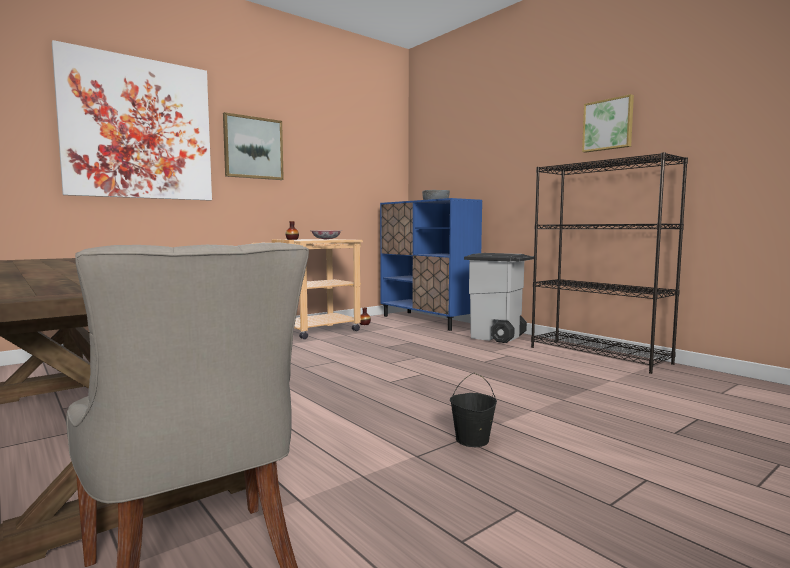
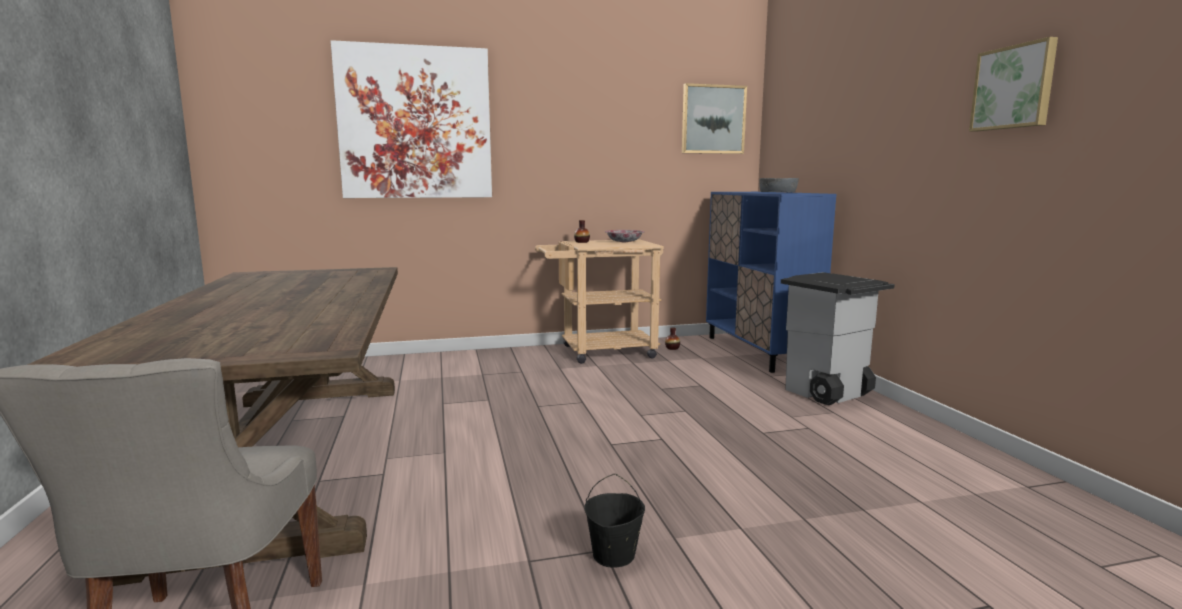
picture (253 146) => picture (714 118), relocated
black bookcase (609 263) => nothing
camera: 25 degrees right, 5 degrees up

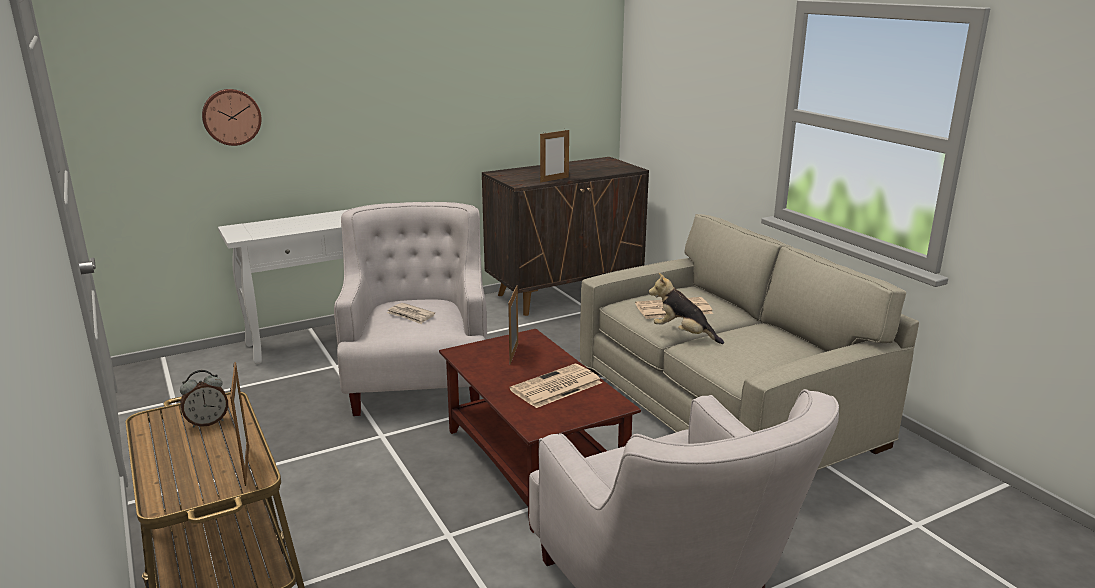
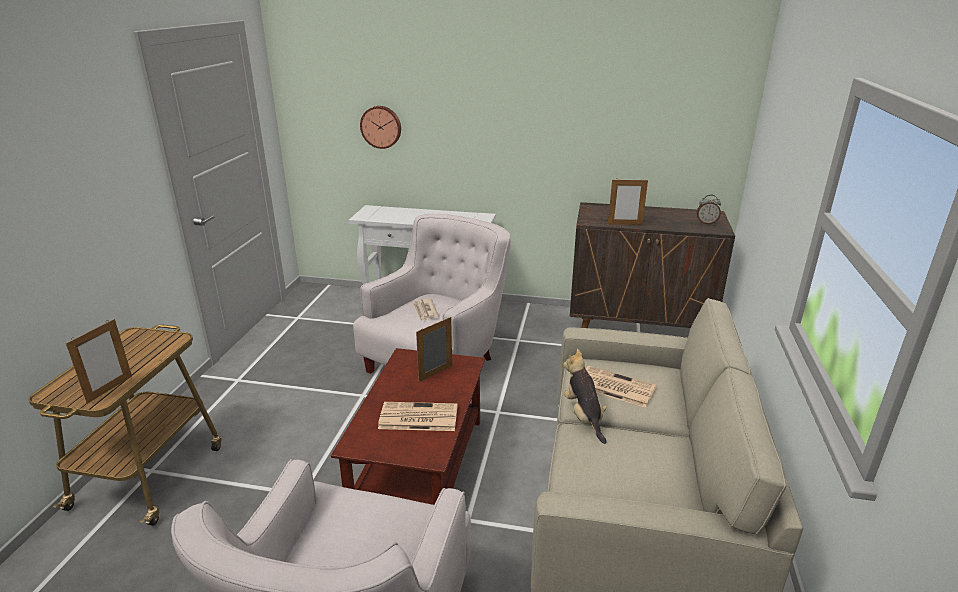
alarm clock (204 399) => alarm clock (709 209), relocated
camera: 40 degrees right, 5 degrees up

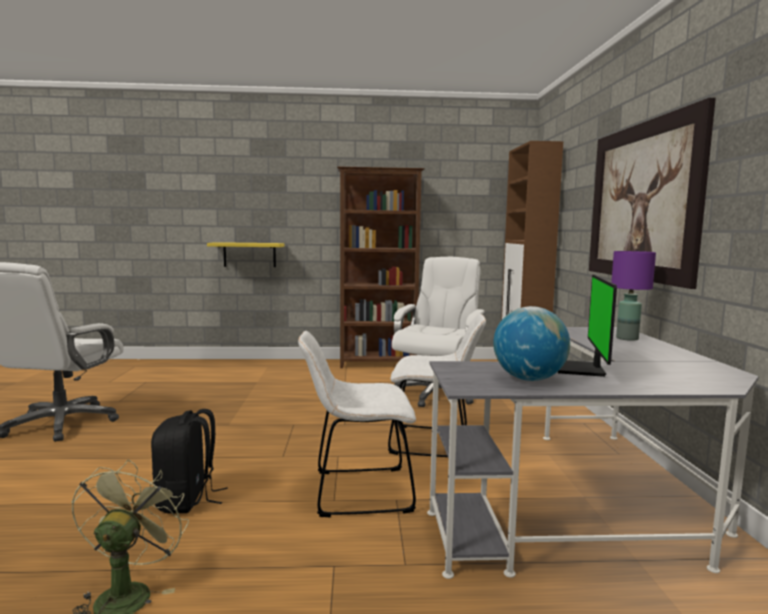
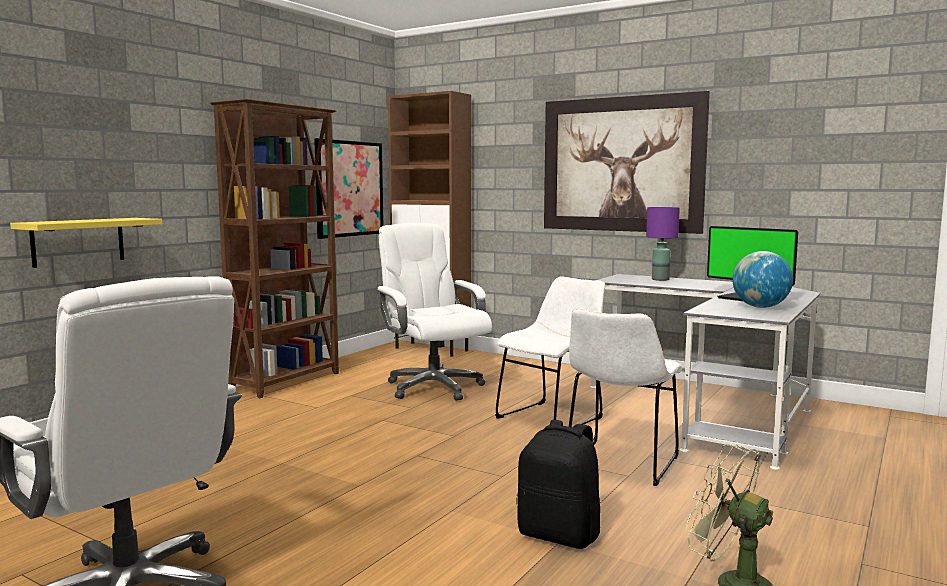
nothing => picture (348 188)
camera: 55 degrees left, 0 degrees up

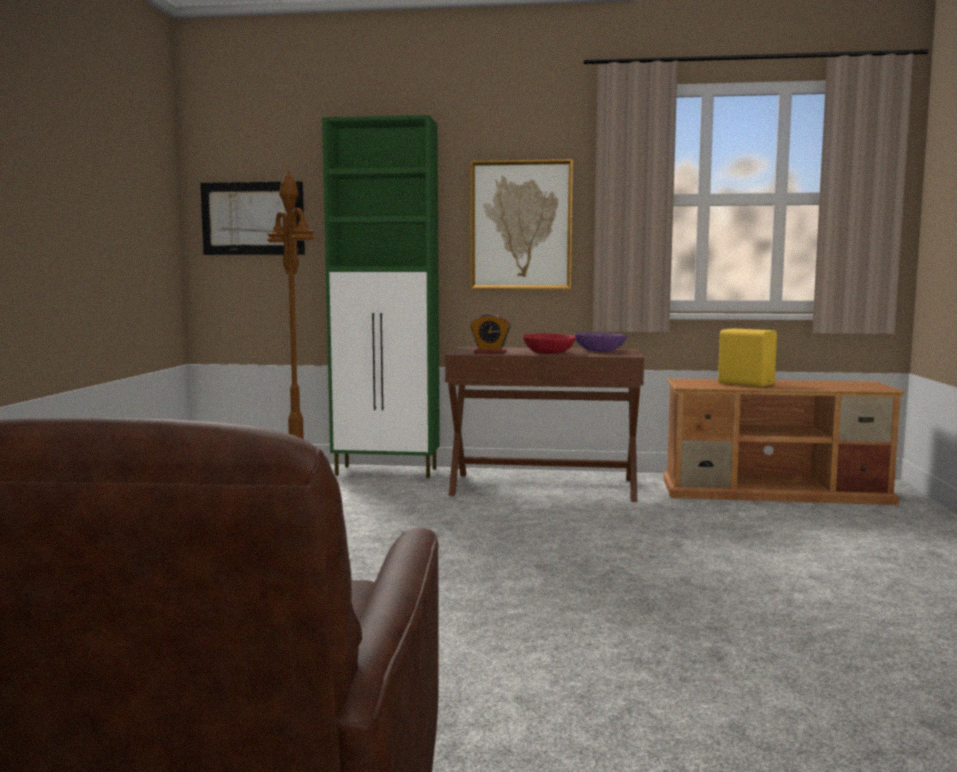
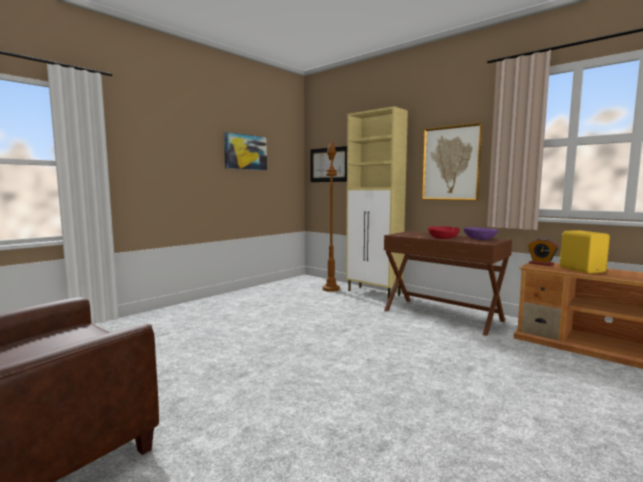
green cabinet (381 296) => beige cabinet (377 202)
alarm clock (490 334) => alarm clock (543 252), relocated
nothing => picture (245 151)
camera: 35 degrees right, 0 degrees up

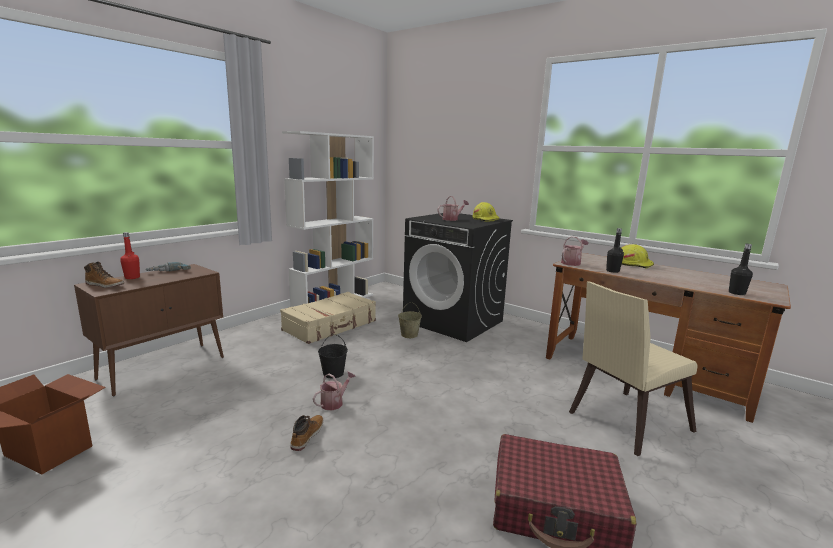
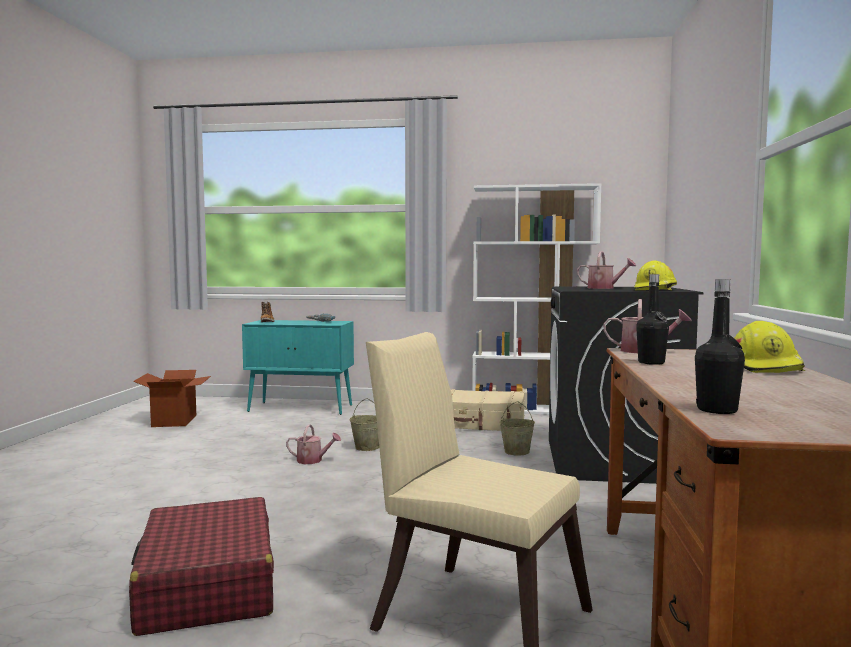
red bottle (130 255) => nothing
brown cabinet (149 330) => turquoise cabinet (298 367)
black bucket (333 356) => beige bucket (364 424)
boot (306 433) => nothing
camera: 60 degrees right, 10 degrees down

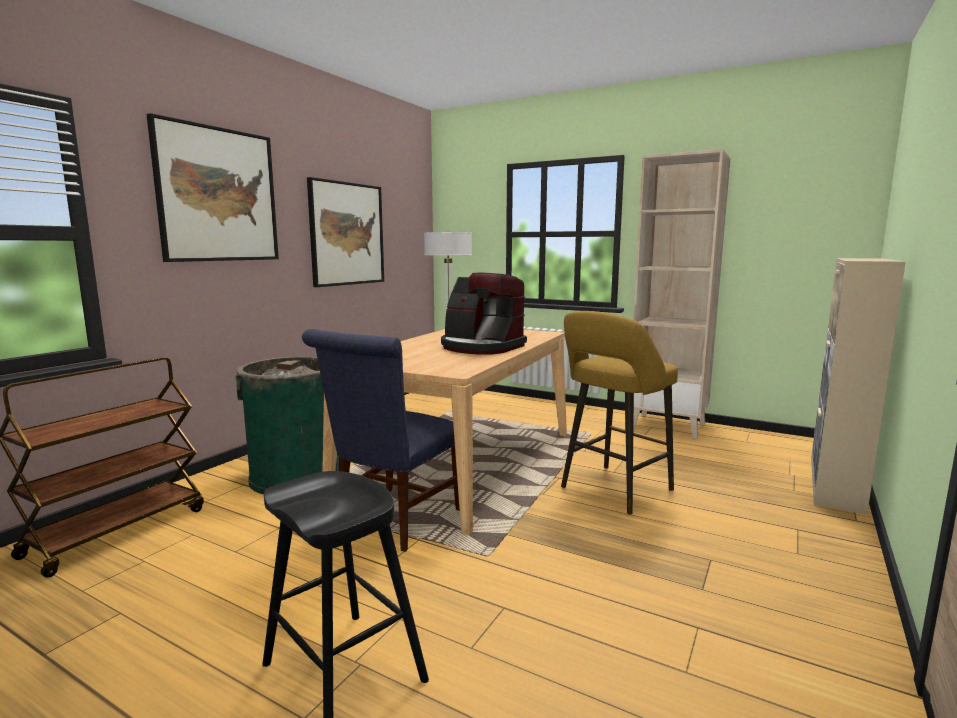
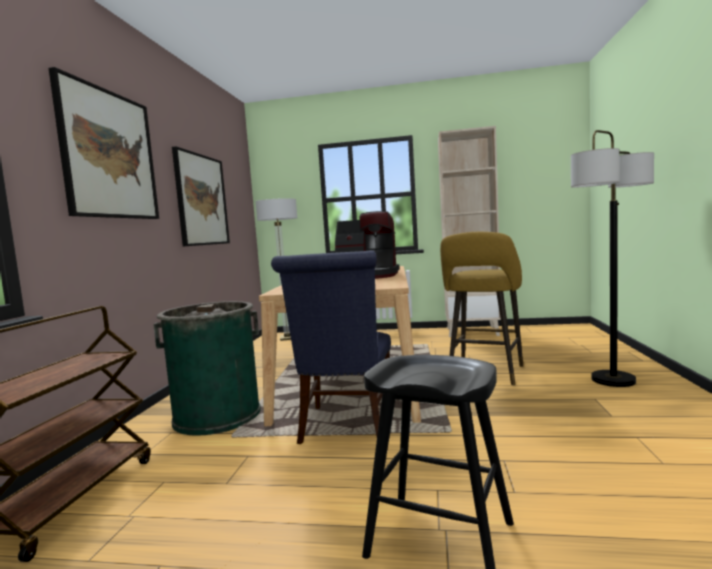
beige cabinet (858 386) => nothing
nothing => floor lamp (612 258)
camera: 20 degrees left, 5 degrees down

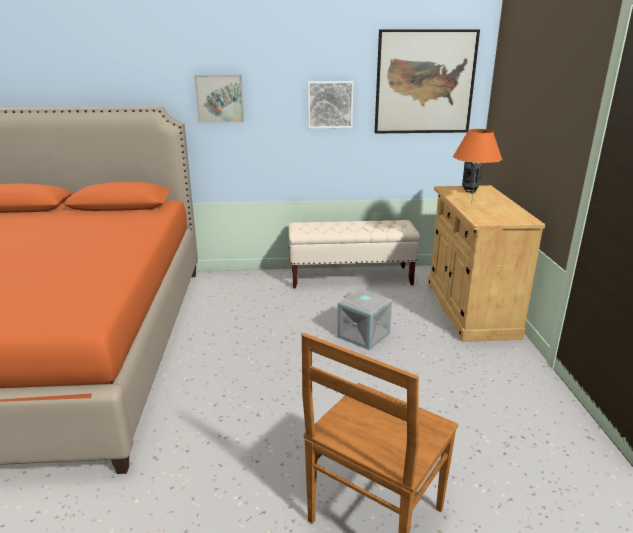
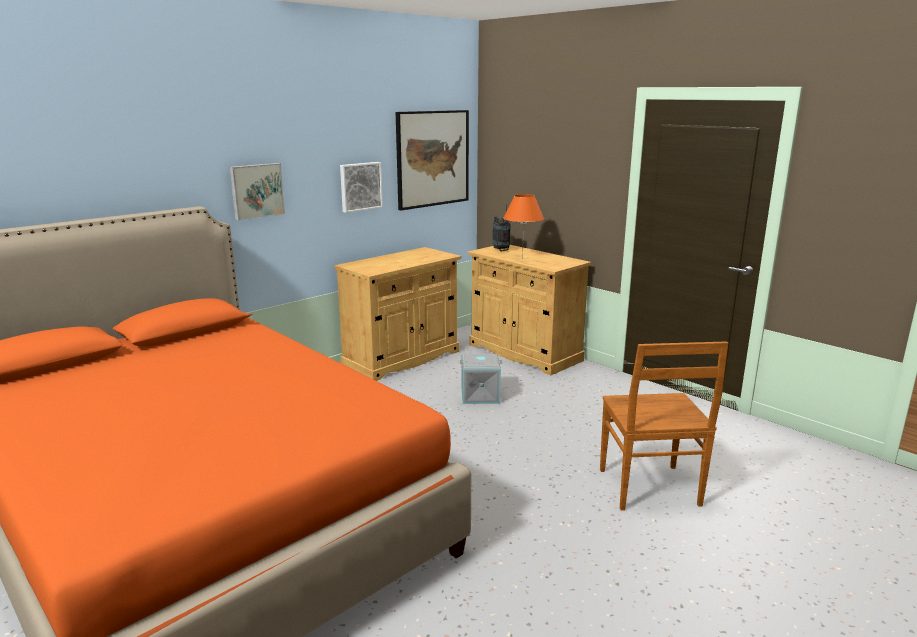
beige bench (354 254) => beige cabinet (397 314)
camera: 40 degrees left, 5 degrees down

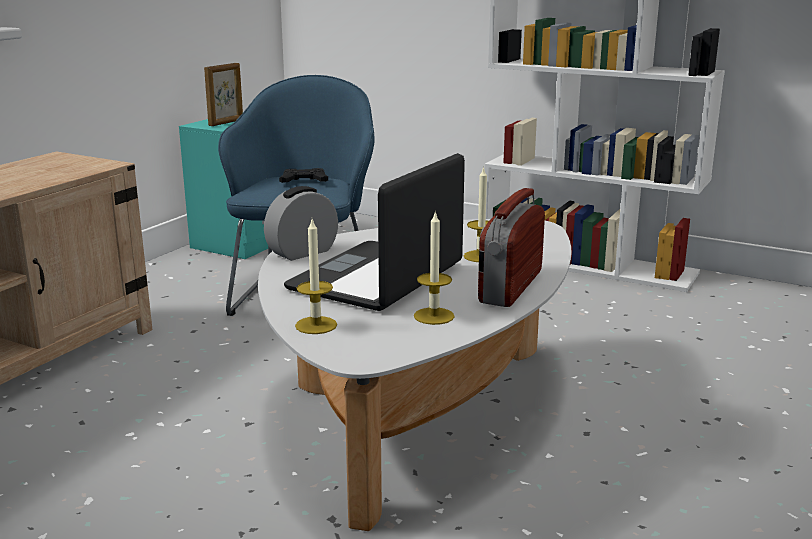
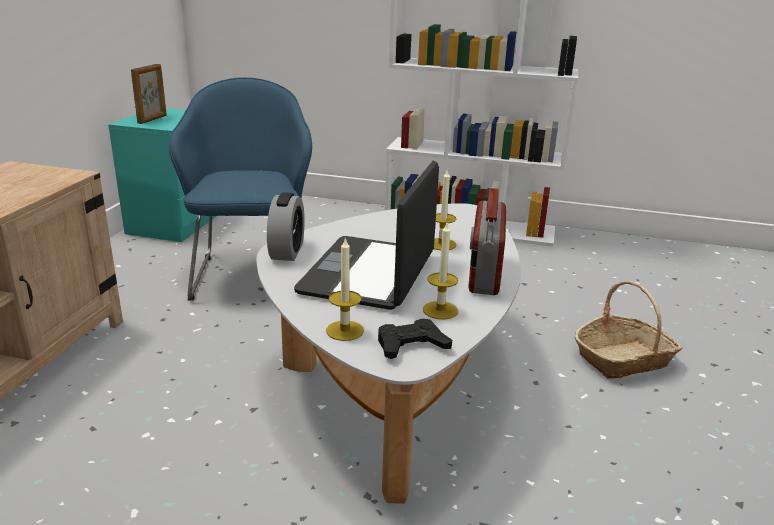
black game controller (303 175) => black game controller (415 339), relocated
alarm clock (301 223) => alarm clock (285 226), 150 degrees clockwise
nothing => basket (628 329)
camera: 15 degrees left, 5 degrees up

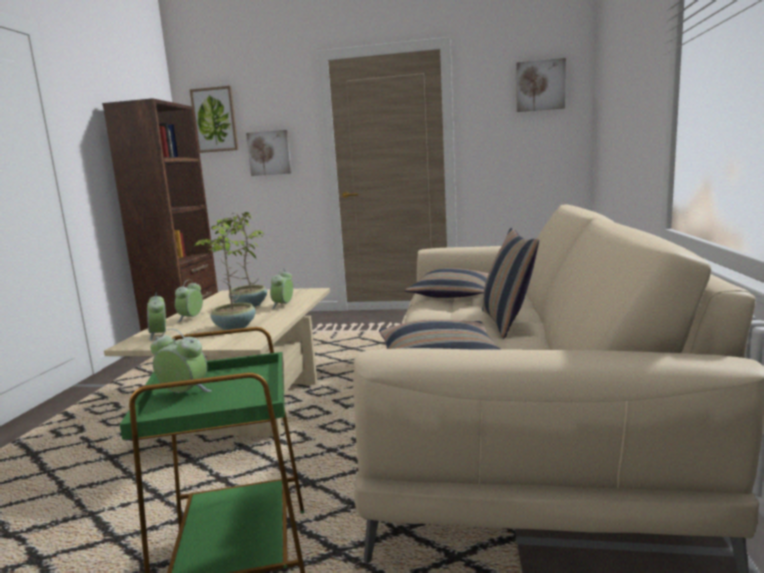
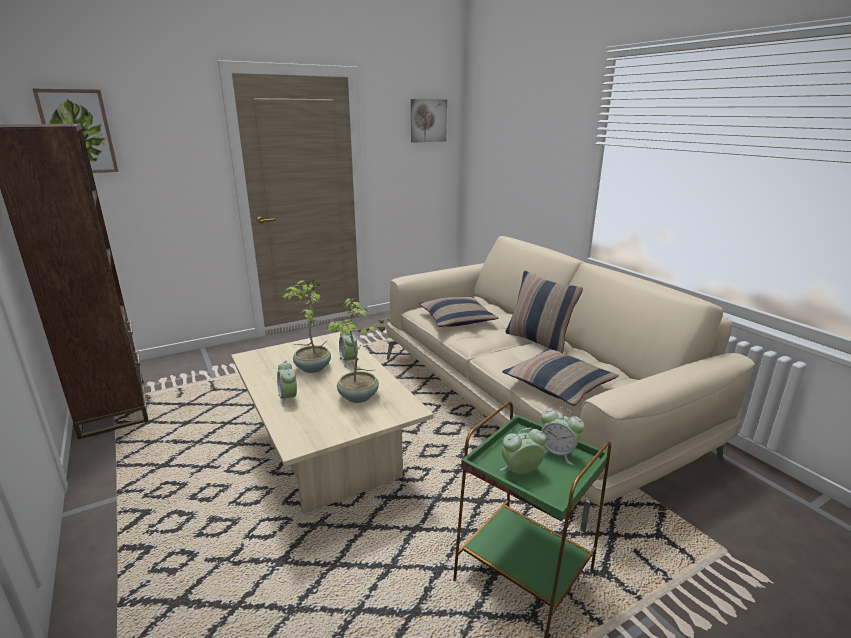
picture (269 153) => nothing
alarm clock (156 316) => alarm clock (562 436), relocated
camera: 40 degrees left, 10 degrees up

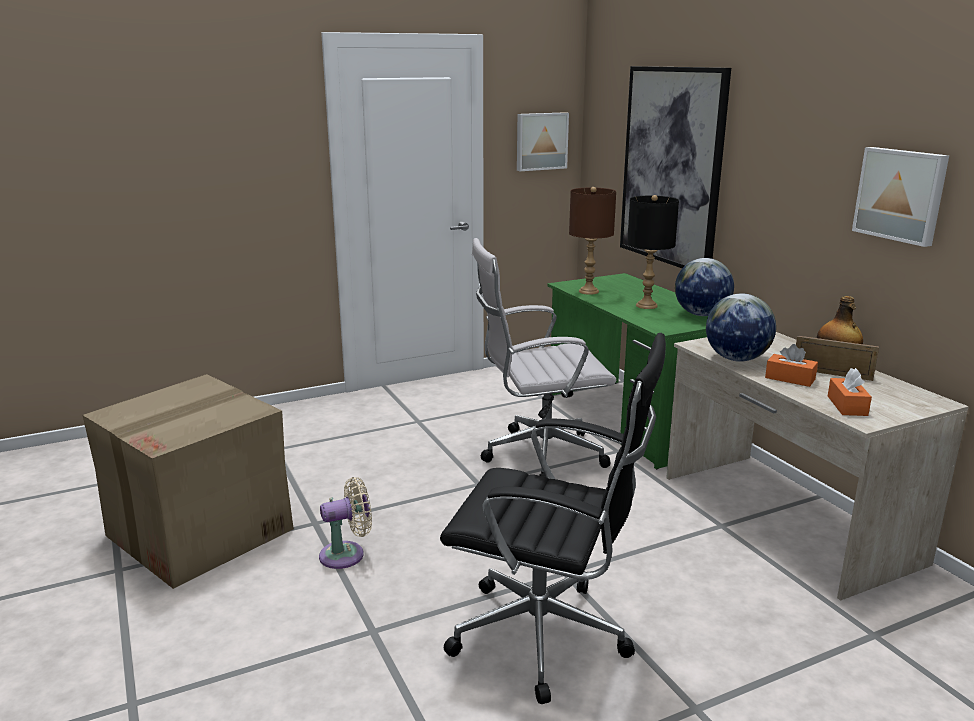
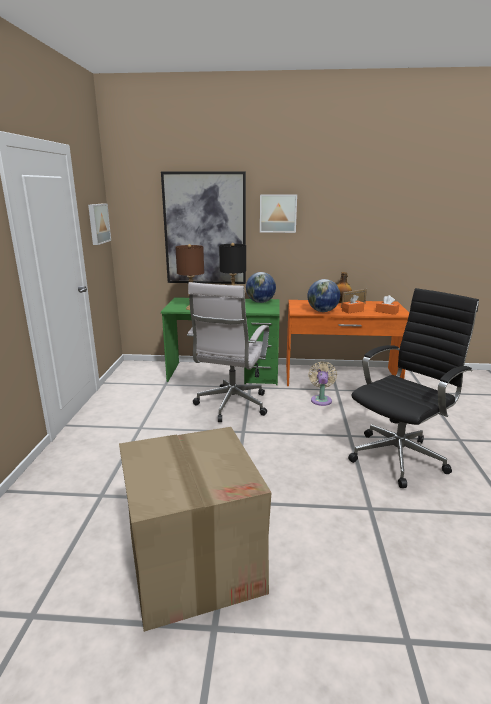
picture (900 197) => picture (278 213), relocated
beige desk (817 466) => orange desk (347 343)
beige fan (345 523) => beige fan (322 383), relocated
camera: 60 degrees left, 0 degrees up

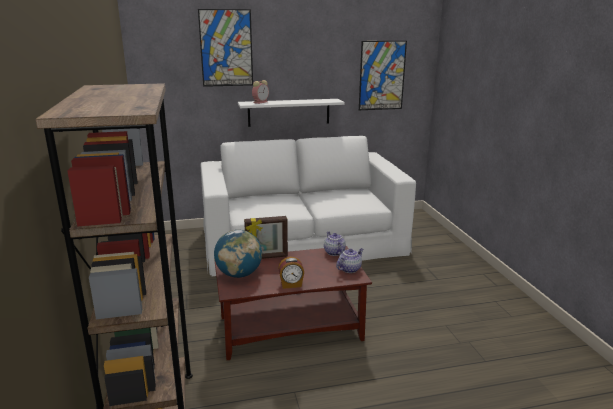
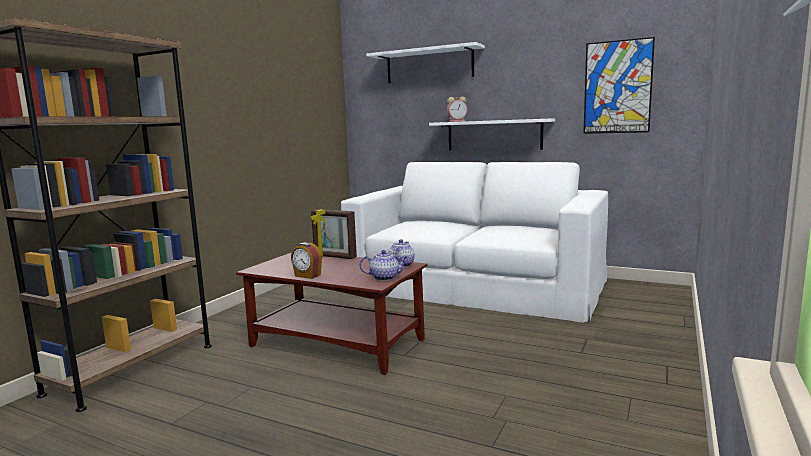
picture (225 48) => white shelf (425 62)
globe (238 254) => nothing
camera: 40 degrees right, 10 degrees down

